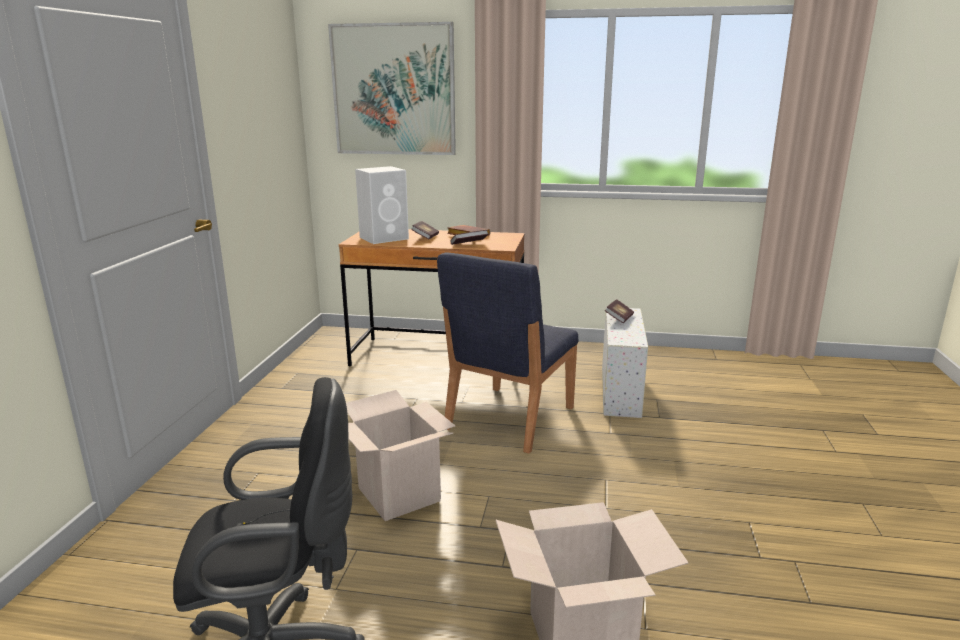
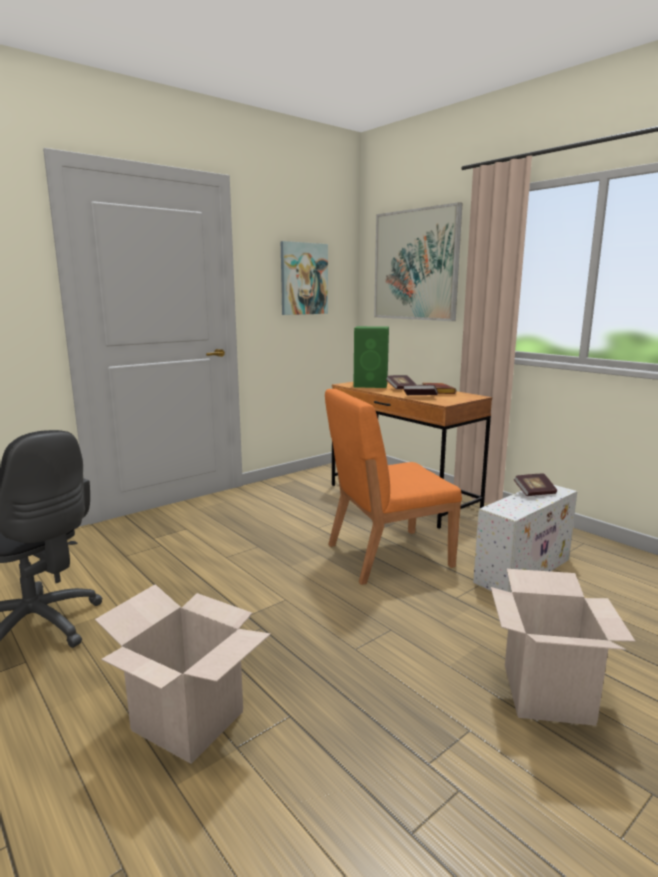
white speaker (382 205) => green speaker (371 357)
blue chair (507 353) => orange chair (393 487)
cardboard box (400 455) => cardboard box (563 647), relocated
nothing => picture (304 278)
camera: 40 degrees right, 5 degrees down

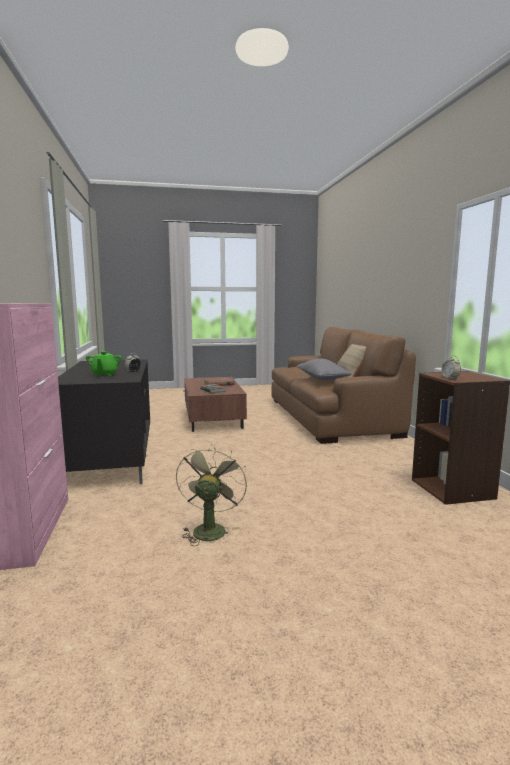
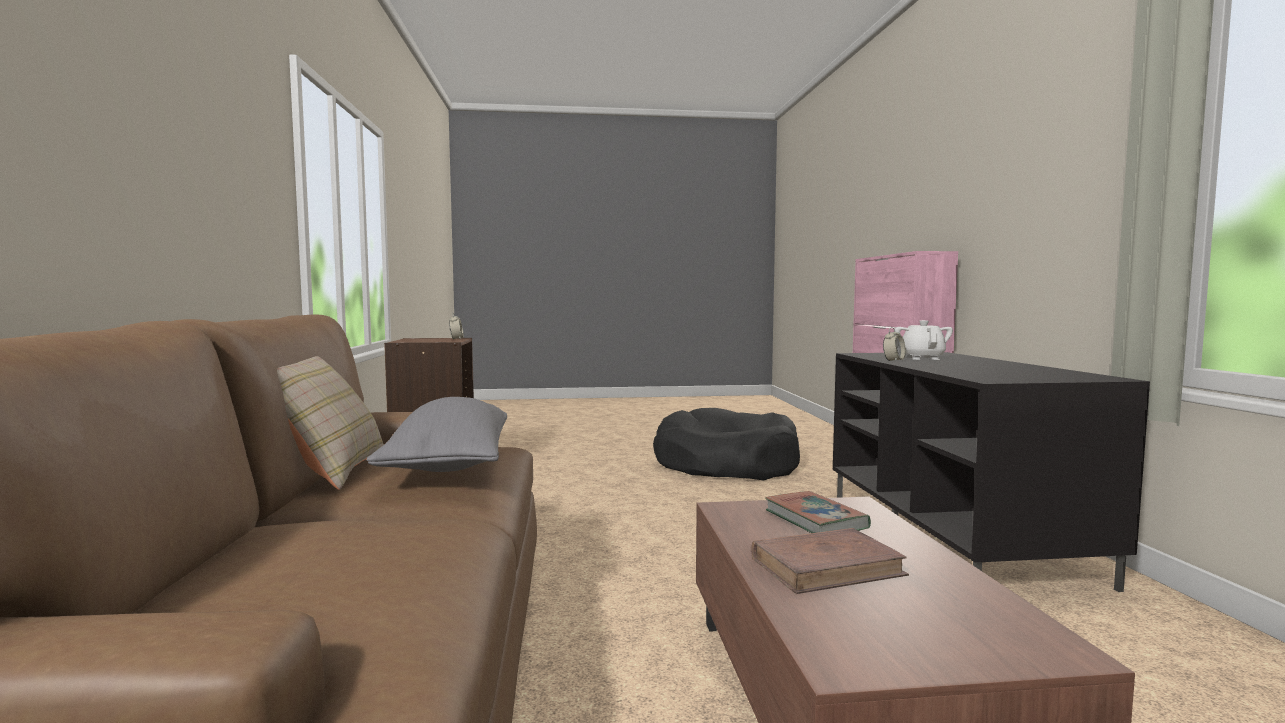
green teapot (104 363) => white teapot (924 340)
green fan (211 495) => black dog bed (726 444)
camera: 175 degrees left, 5 degrees down

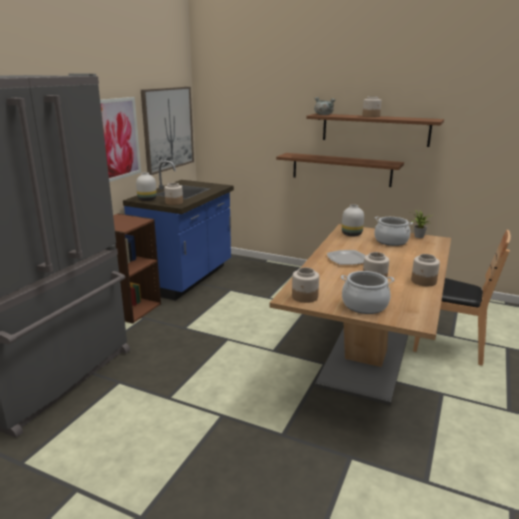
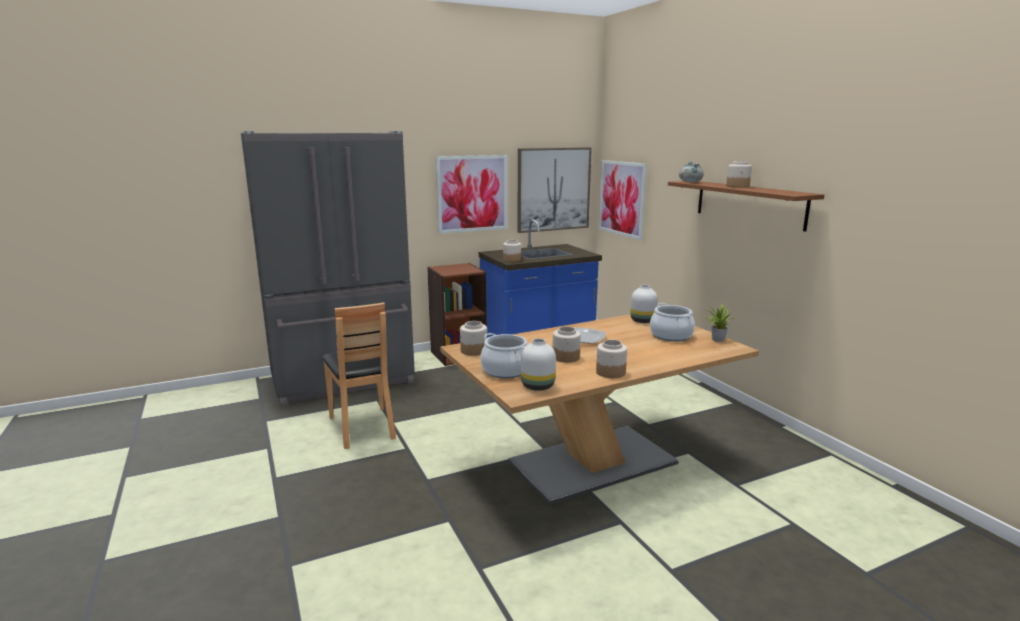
brown shelf (340 170) => nothing
white vase (146 186) => white vase (538 364), relocated
brown chair (462 297) => brown chair (359 376), relocated
nothing => picture (623 200)
camera: 40 degrees right, 5 degrees down

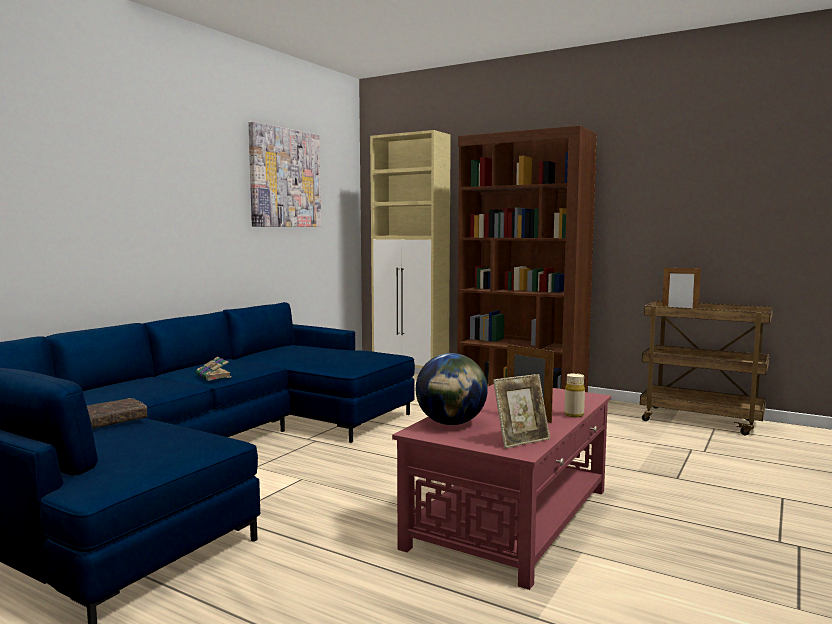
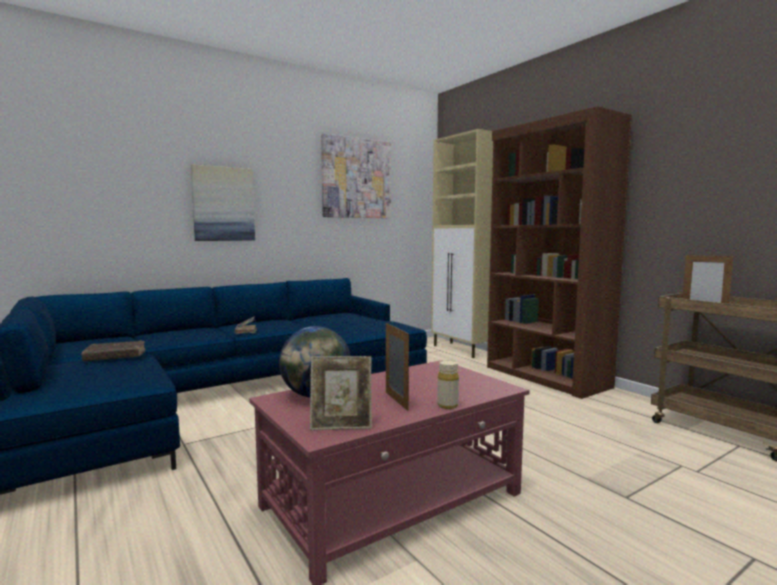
nothing => picture (223 202)
camera: 25 degrees right, 0 degrees up

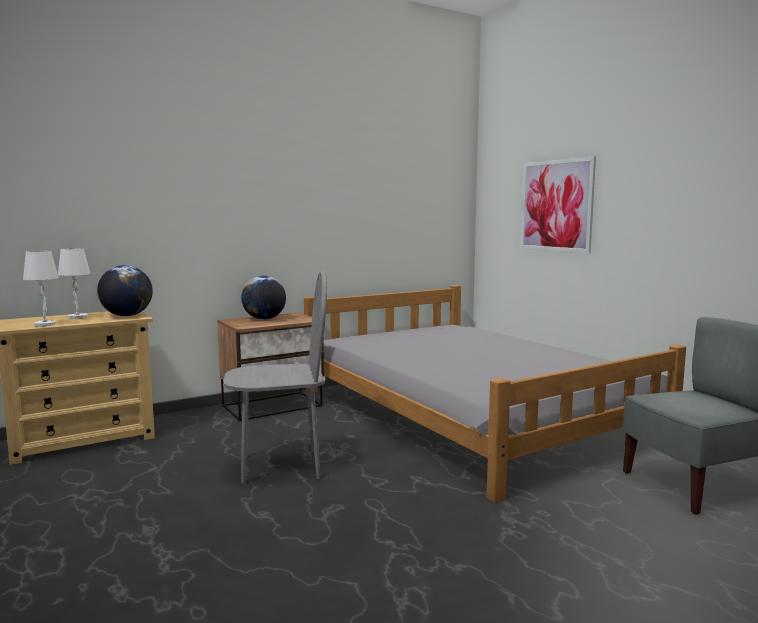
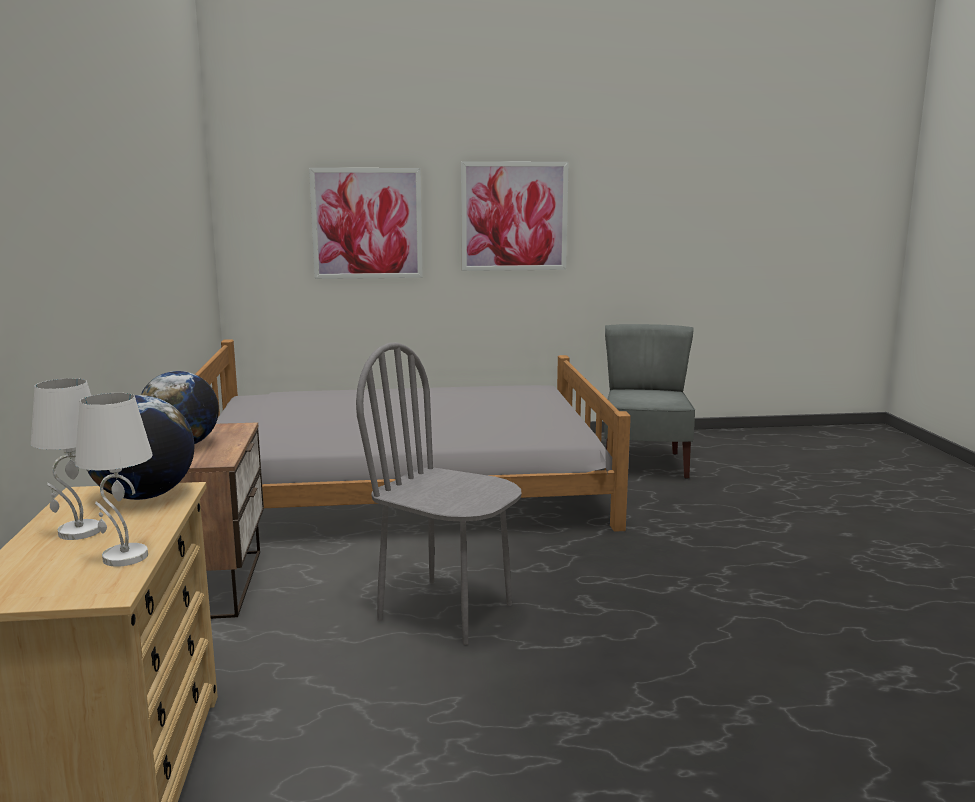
grey chair (275 377) => grey chair (439 493), 75 degrees counterclockwise
nothing => picture (515 216)
camera: 65 degrees left, 5 degrees up

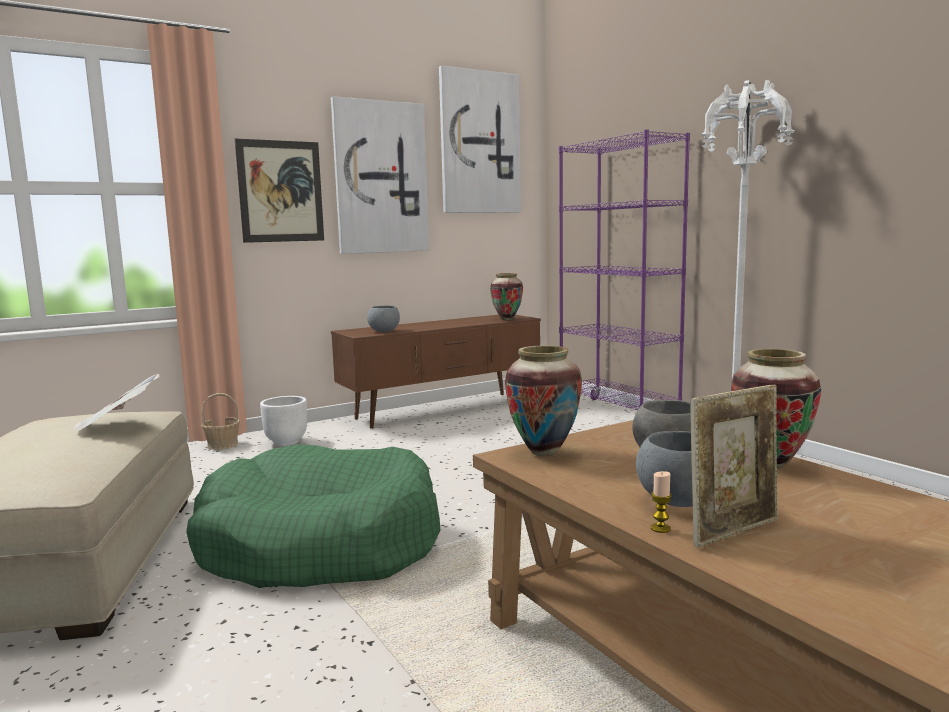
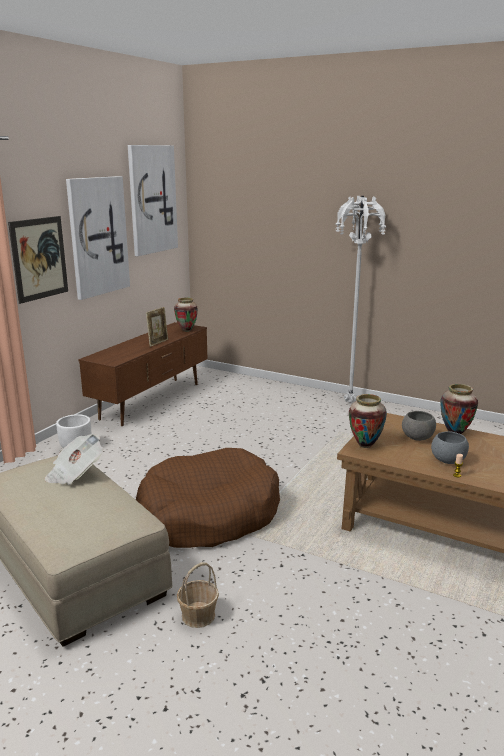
purple bookcase (624 270) => nothing
grey bowl (383 319) => nothing
picture frame (734 466) => picture frame (157 327), relocated
basket (220 421) => basket (198 595), relocated
green dog bed (313 516) => brown dog bed (208 498)
camera: 30 degrees left, 10 degrees up

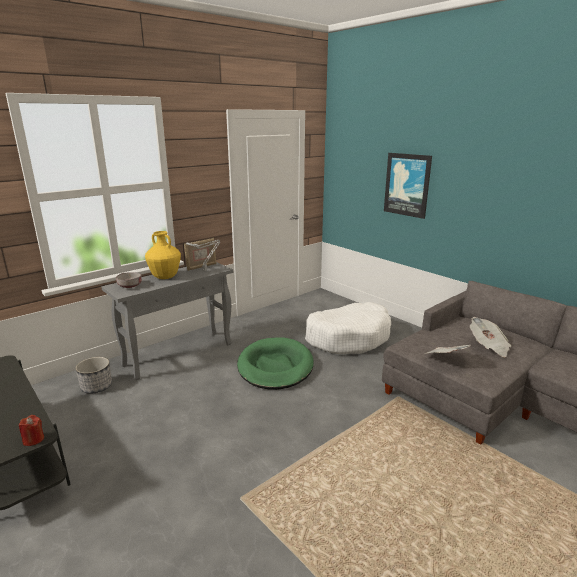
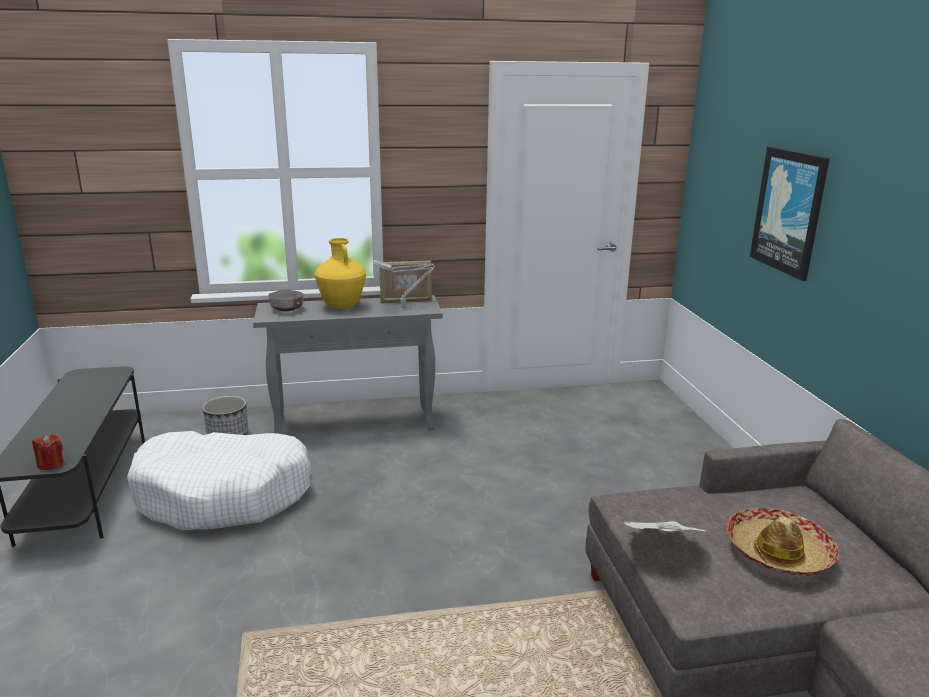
white dog bed (348 328) => white dog bed (219 480), relocated
newspaper (491 337) => hat (782 542)
green dog bed (275 363) => nothing
camera: 30 degrees right, 0 degrees up

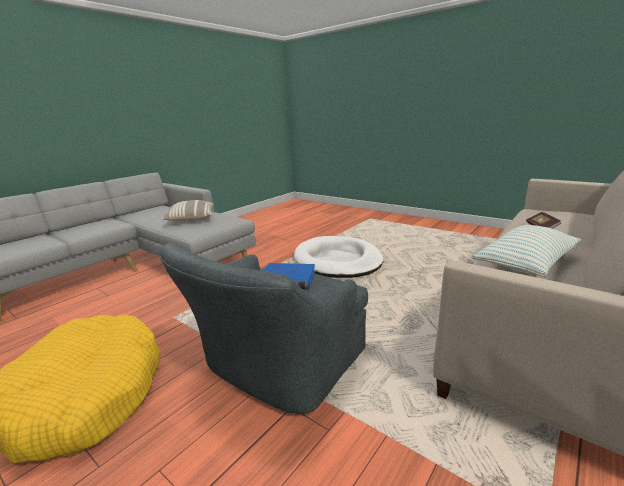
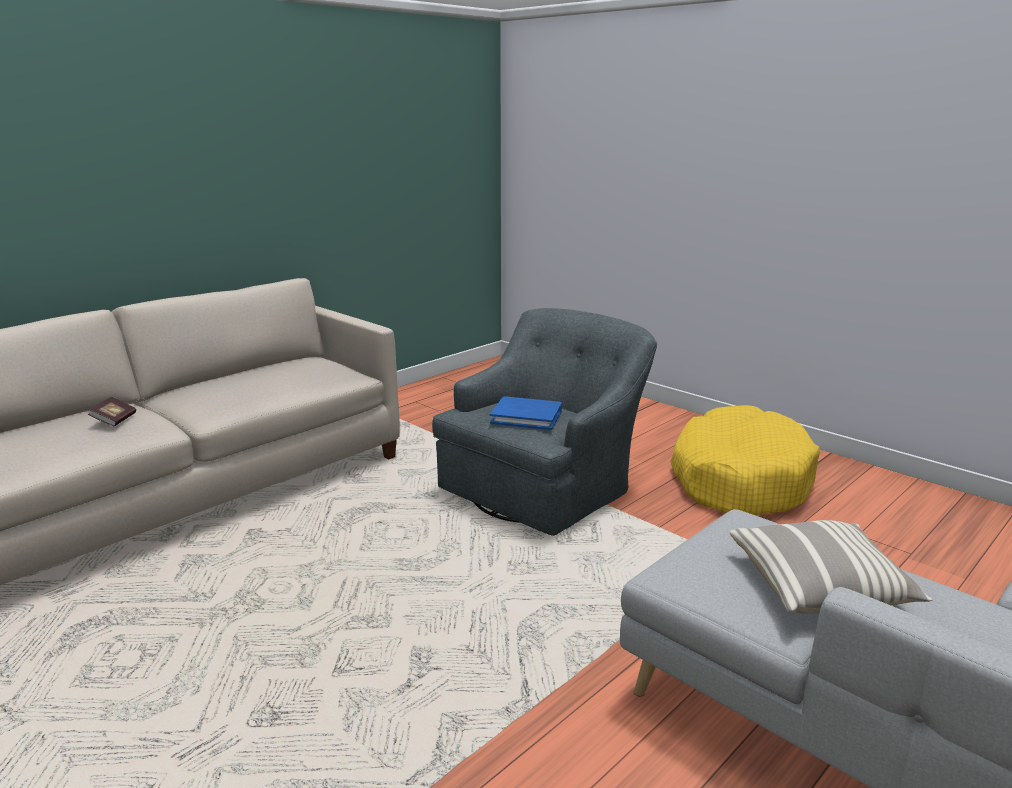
pillow (527 251) => nothing
white dog bed (339 257) => nothing
camera: 175 degrees left, 0 degrees up

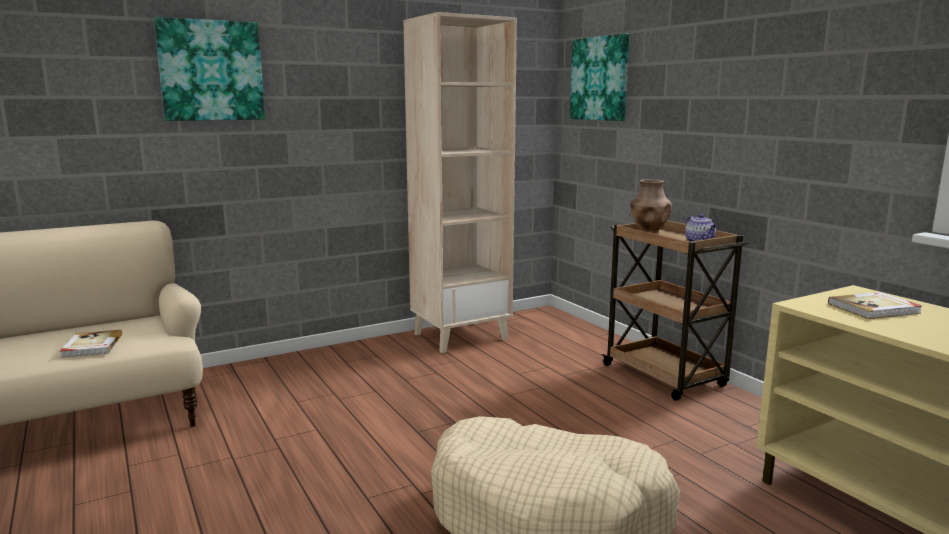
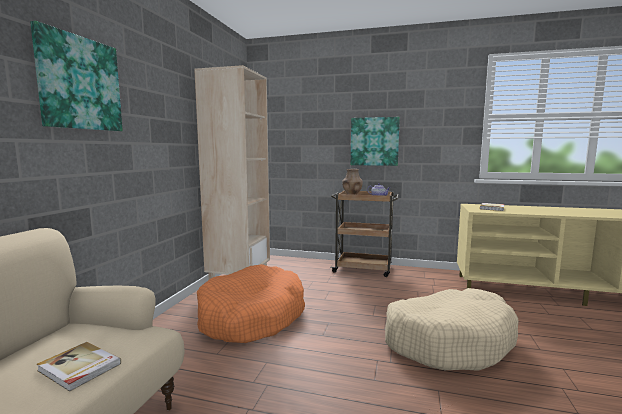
picture (599 77) => picture (375 141), relocated
nothing => orange dog bed (251 303)
camera: 45 degrees left, 5 degrees down

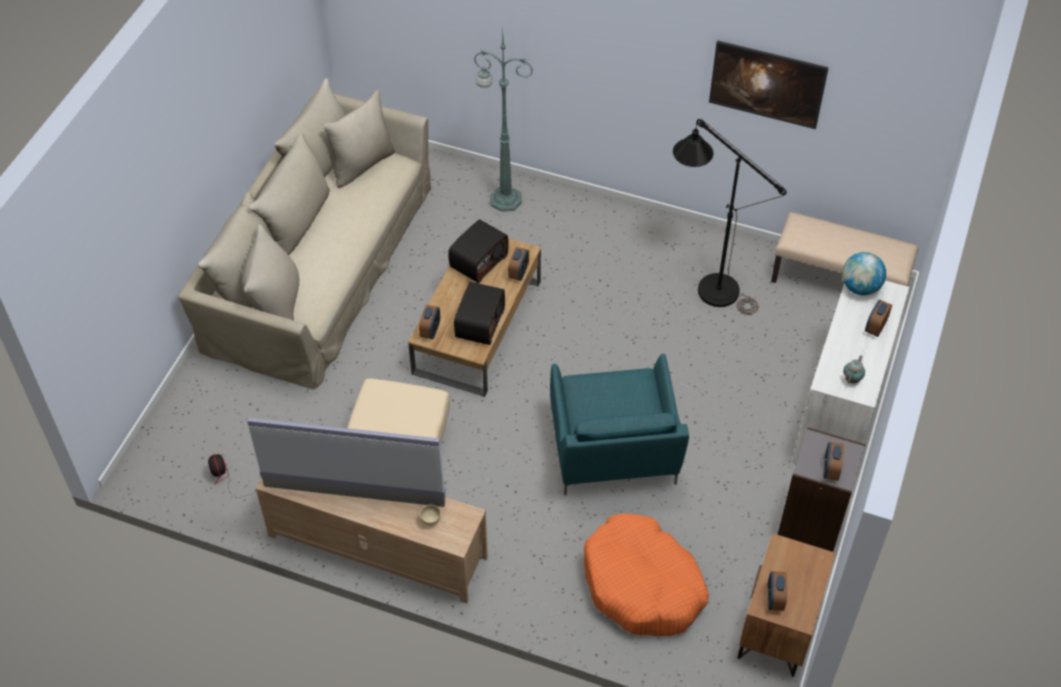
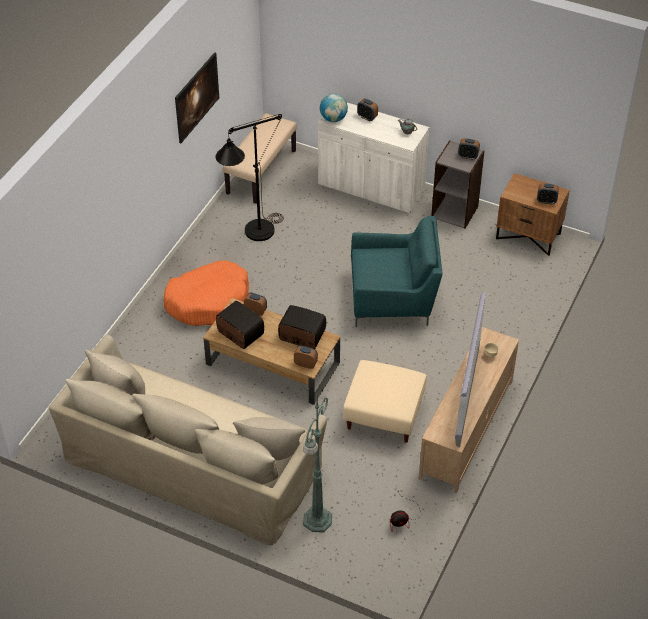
green floor lamp (503 121) => green floor lamp (317 464), relocated
orange dog bed (646 575) => orange dog bed (206 293), relocated
camera: 85 degrees left, 5 degrees down

